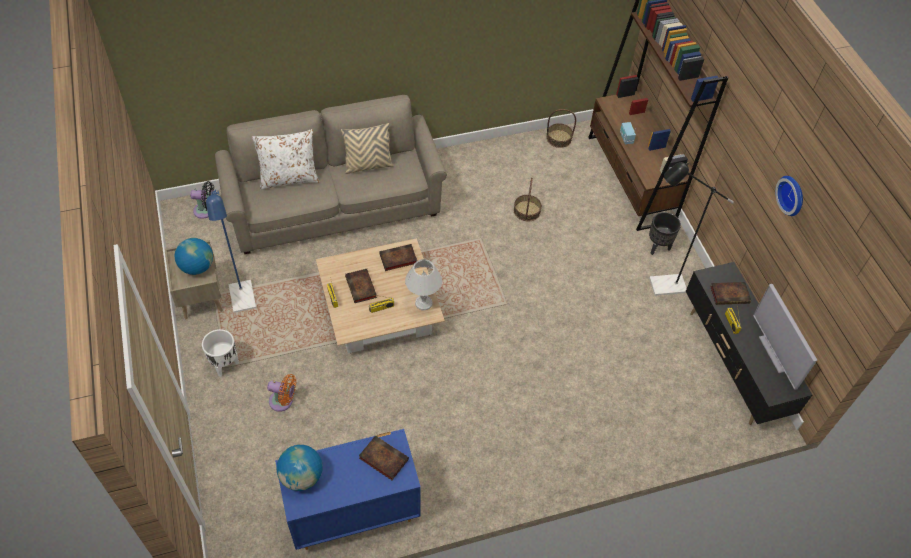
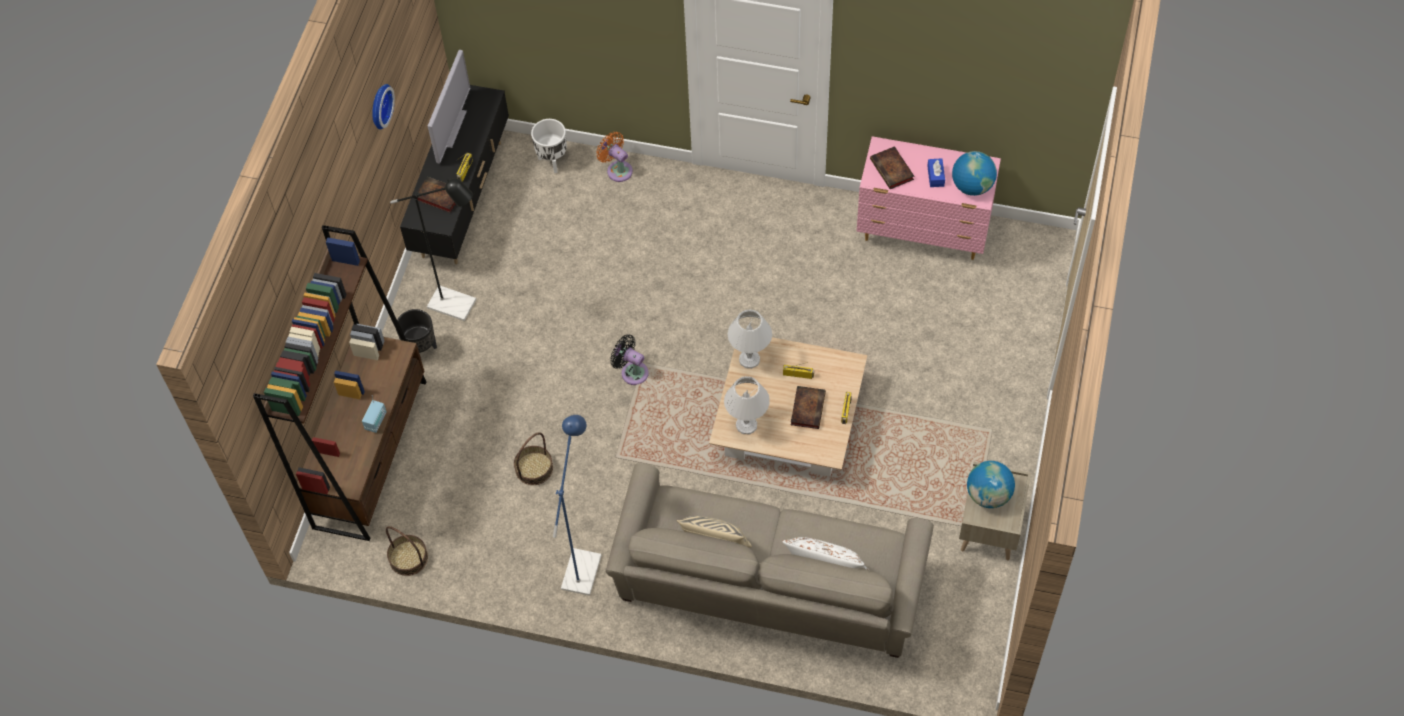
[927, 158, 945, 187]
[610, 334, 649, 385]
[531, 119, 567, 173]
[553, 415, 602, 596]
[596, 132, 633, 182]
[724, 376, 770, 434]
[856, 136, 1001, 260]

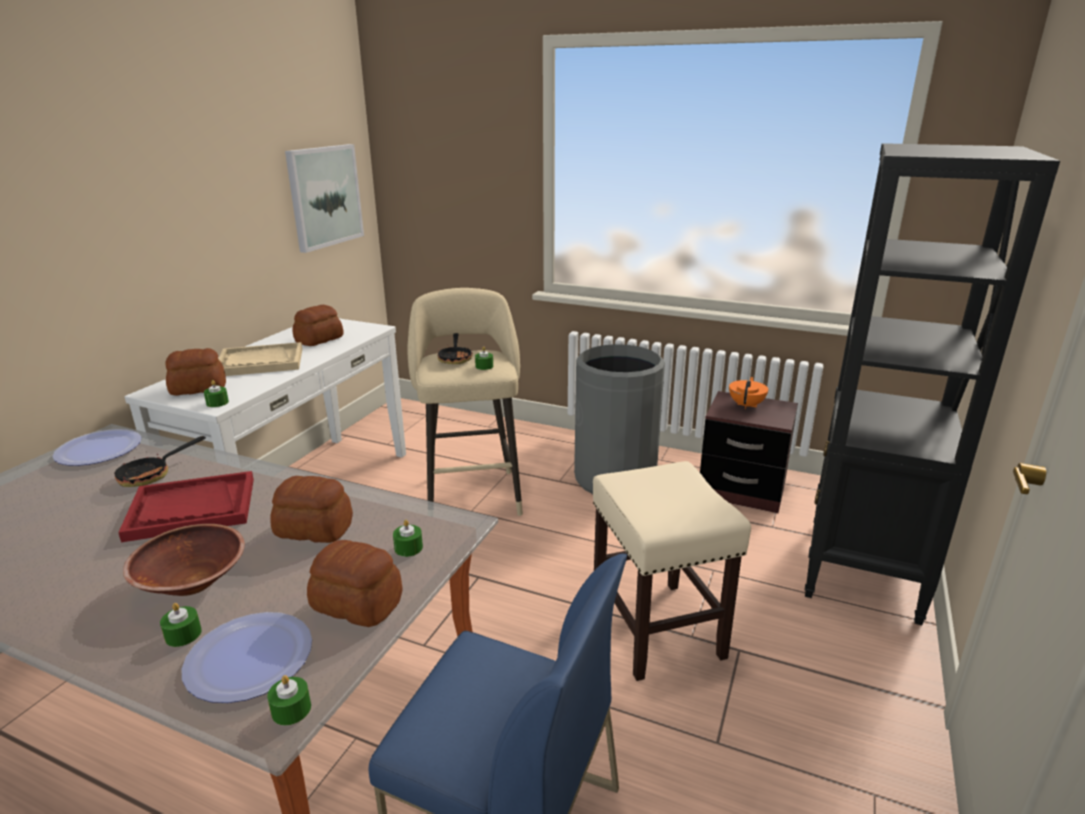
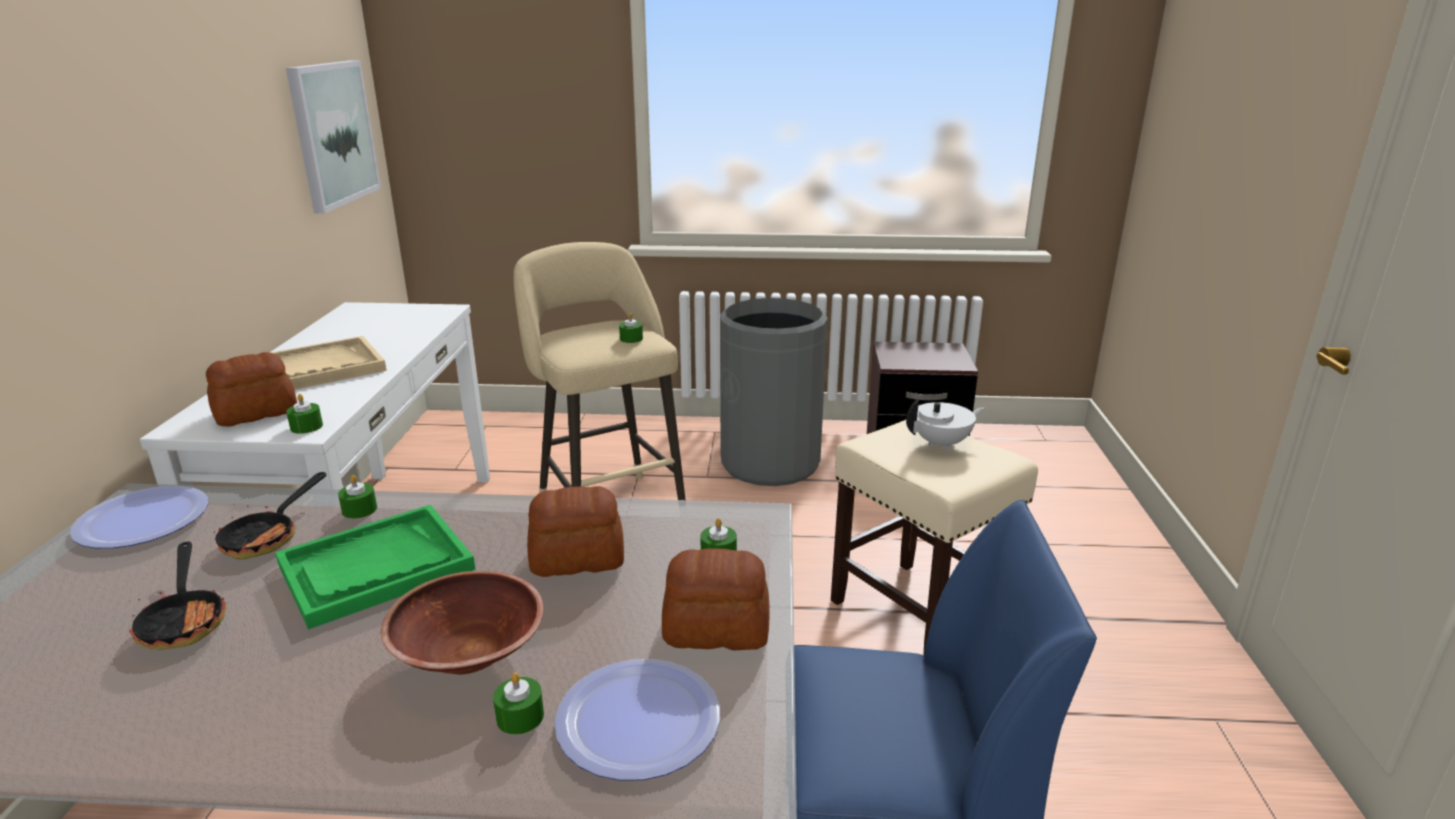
[292, 305, 344, 346] (first image)
[729, 377, 768, 409] (first image)
[805, 143, 1060, 625] (first image)
[906, 399, 984, 451]
[338, 475, 377, 519]
[129, 541, 226, 650]
[275, 505, 475, 629]

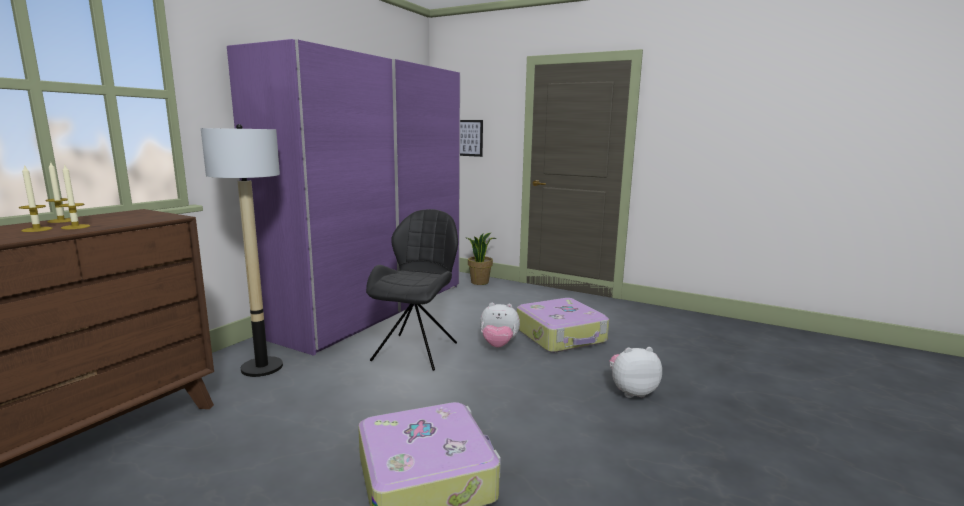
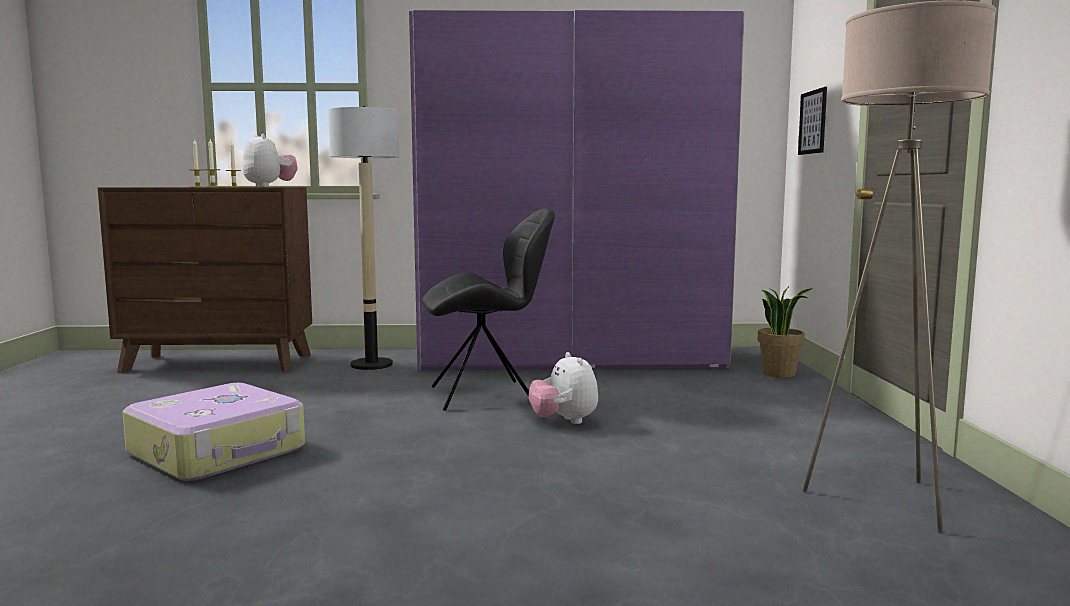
[517, 298, 609, 353] (first image)
[803, 0, 997, 533]
[243, 134, 298, 187]

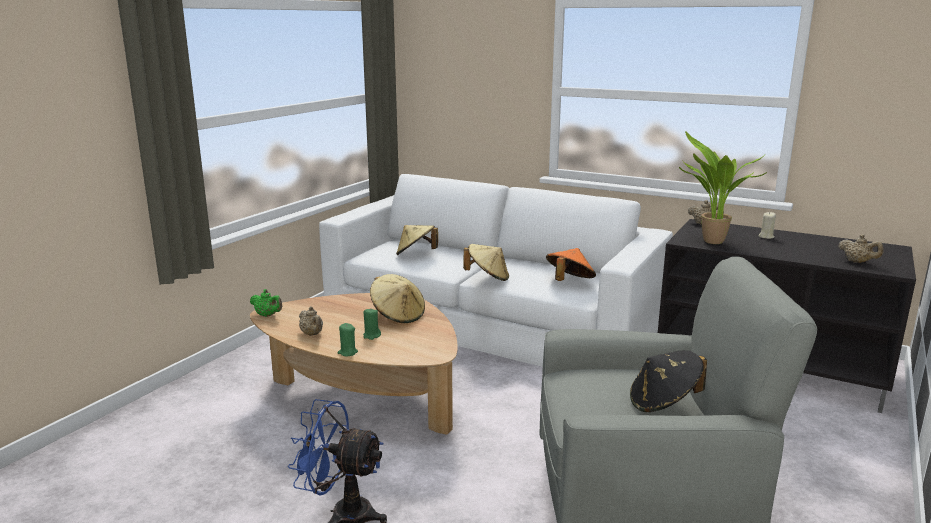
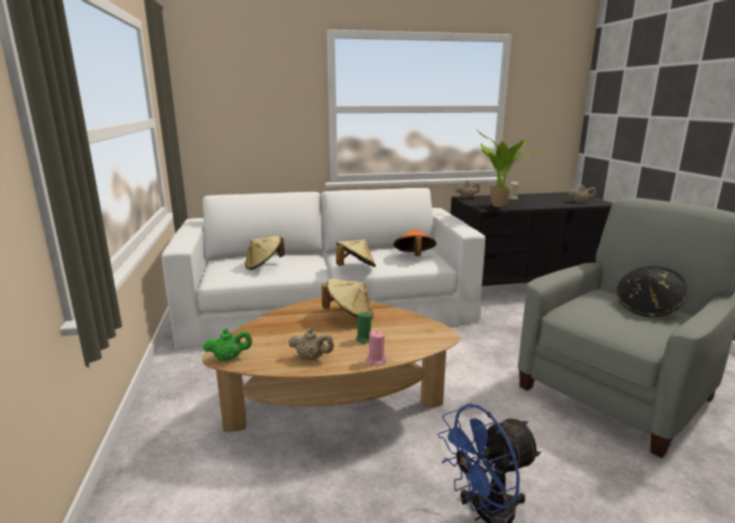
[366, 331, 387, 365]

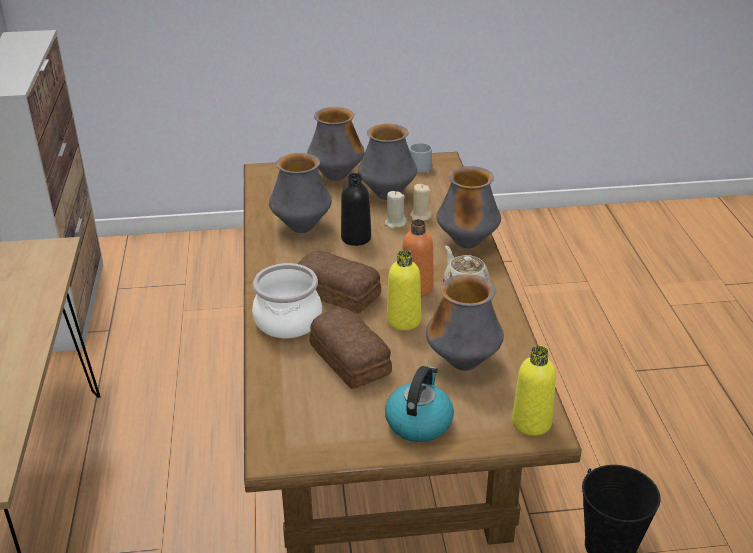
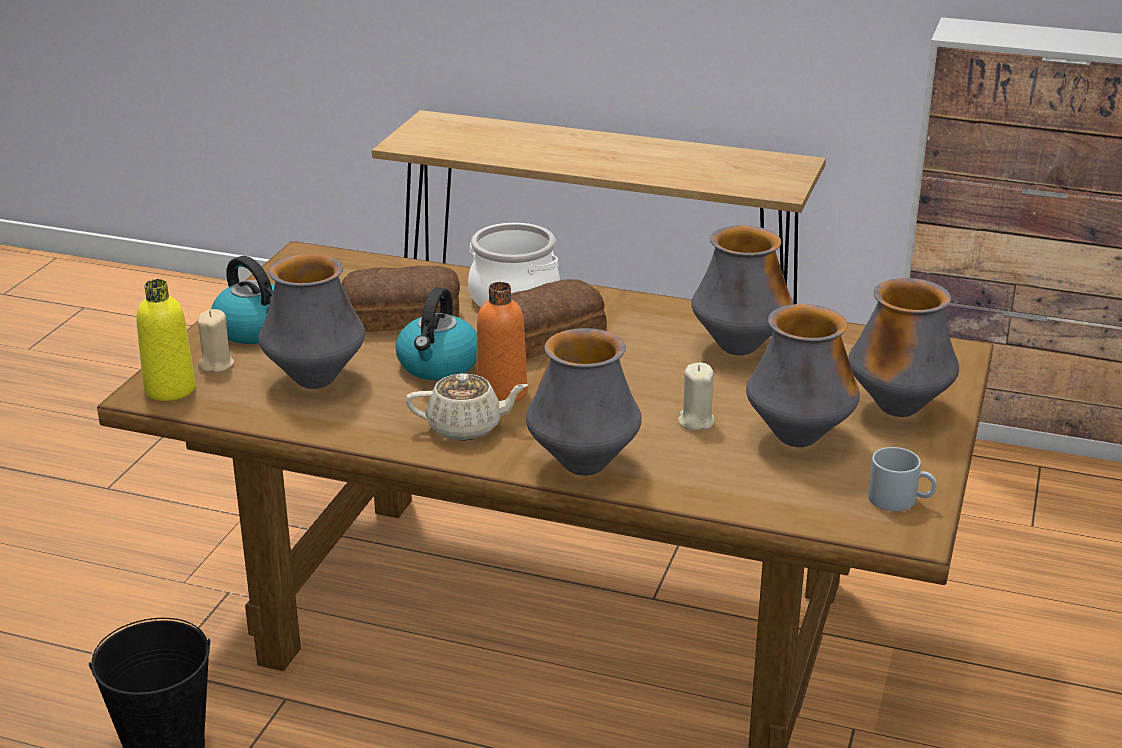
[341, 173, 371, 246] (first image)
[198, 309, 234, 373]
[395, 287, 477, 380]

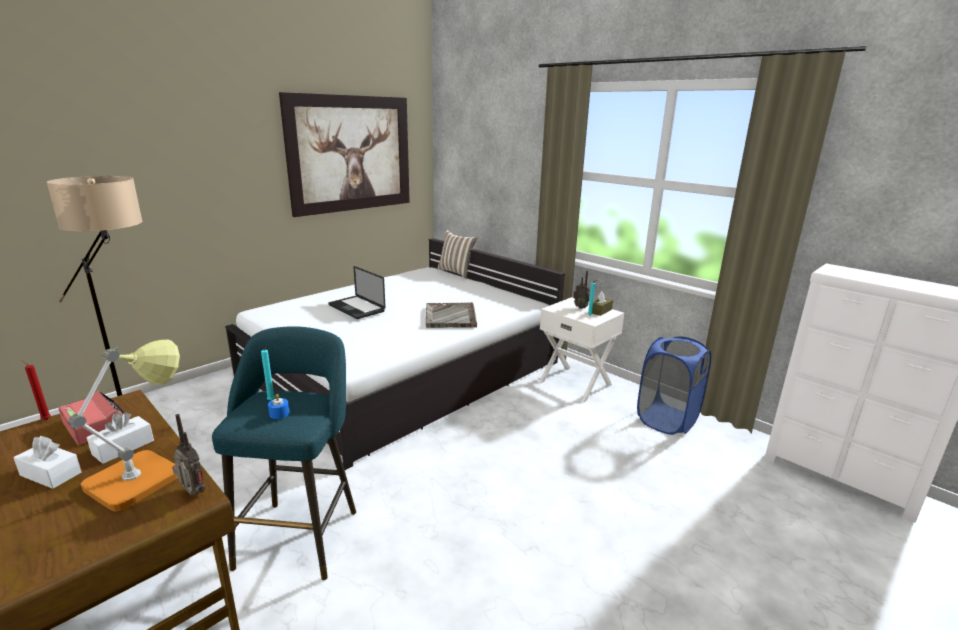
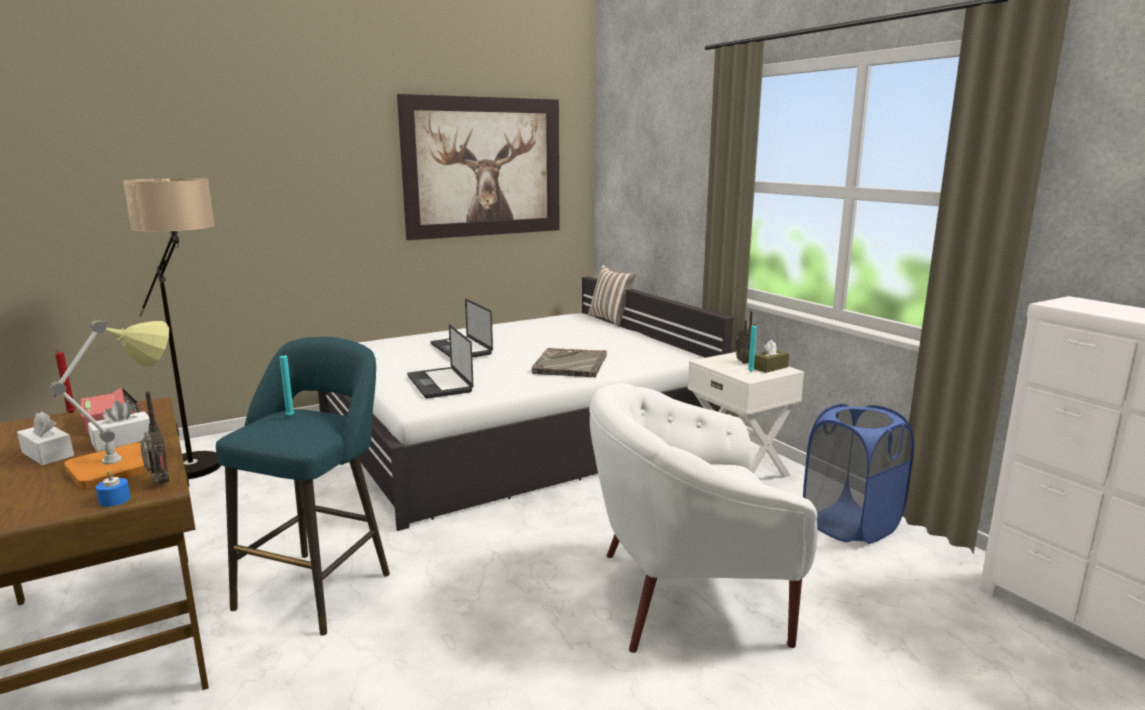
[407, 324, 473, 398]
[589, 383, 818, 653]
[96, 470, 131, 507]

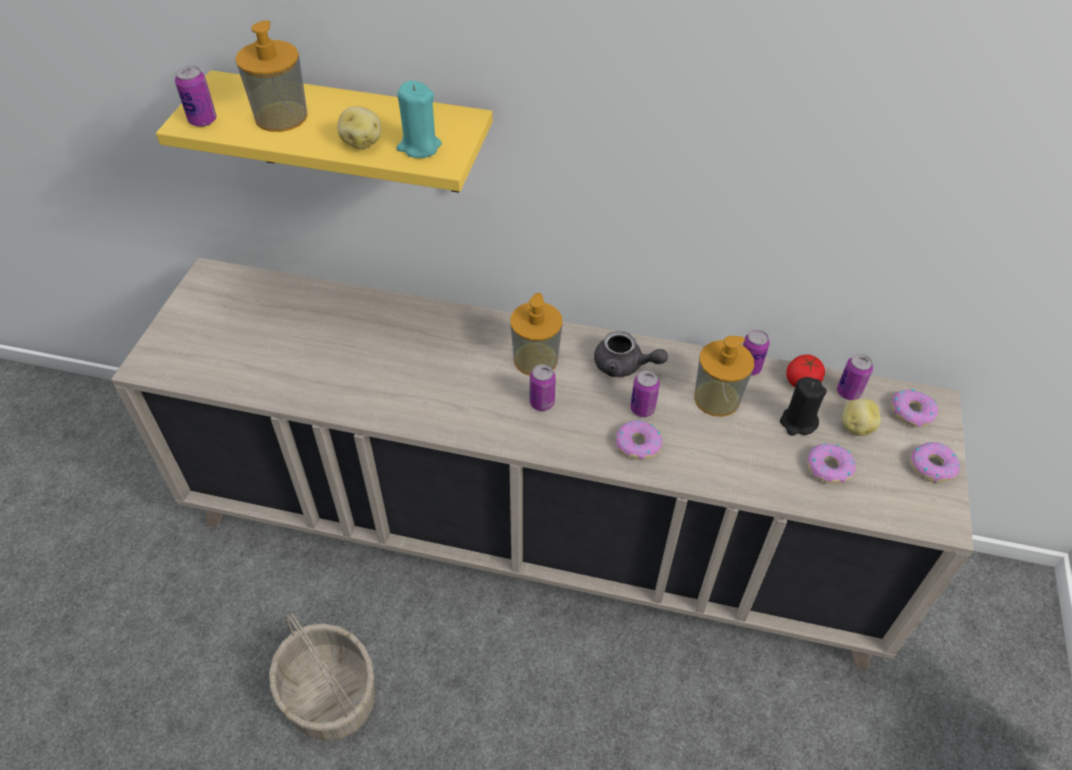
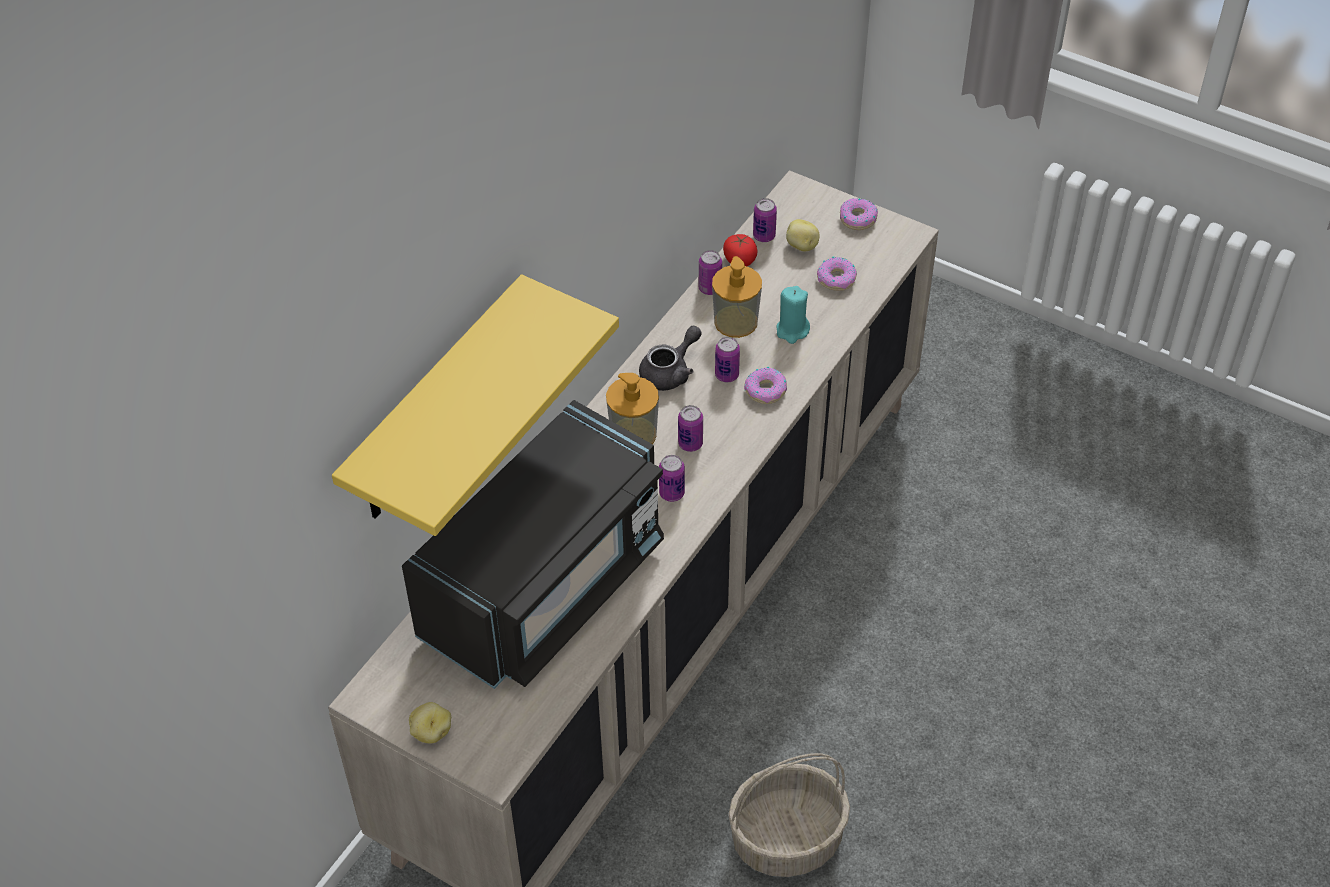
[235, 20, 308, 132] (first image)
[780, 377, 827, 436] (first image)
[891, 389, 938, 427] (first image)
[402, 400, 664, 689]
[659, 455, 685, 502]
[409, 702, 451, 743]
[776, 286, 810, 344]

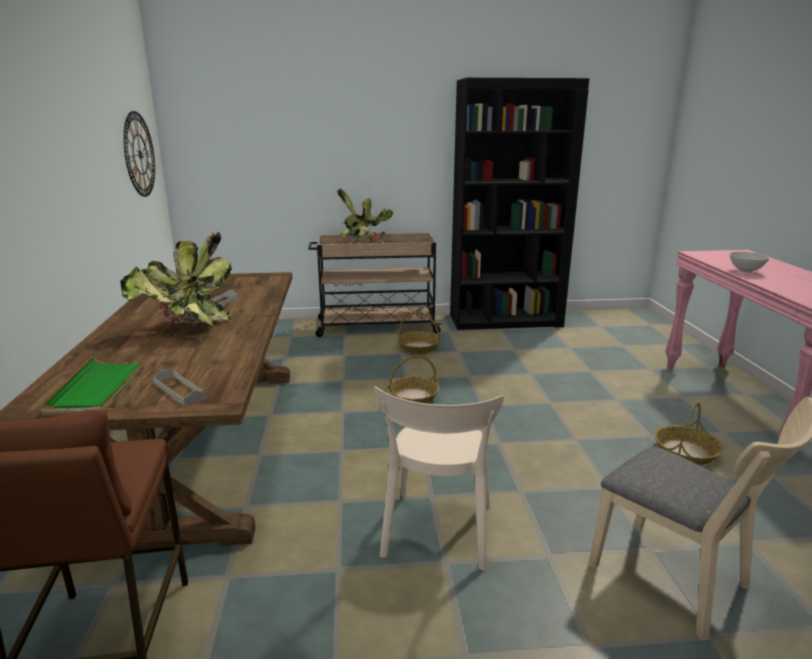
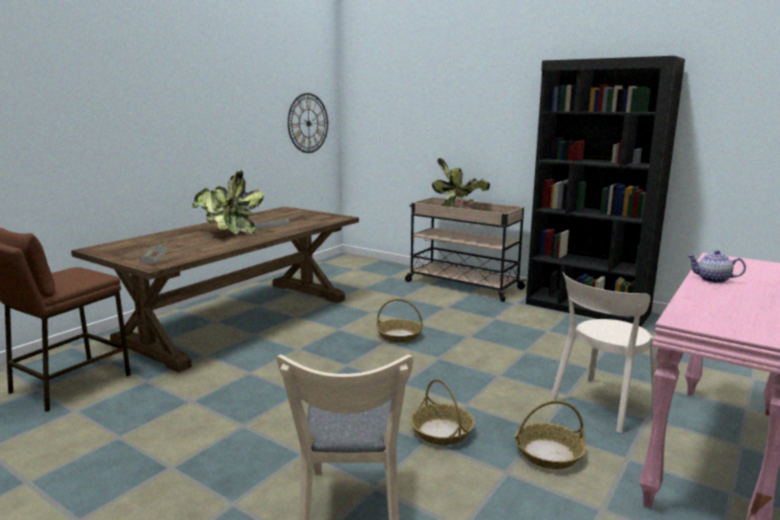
[40, 355, 151, 414] (first image)
[550, 272, 657, 433]
[410, 379, 475, 445]
[688, 250, 746, 283]

